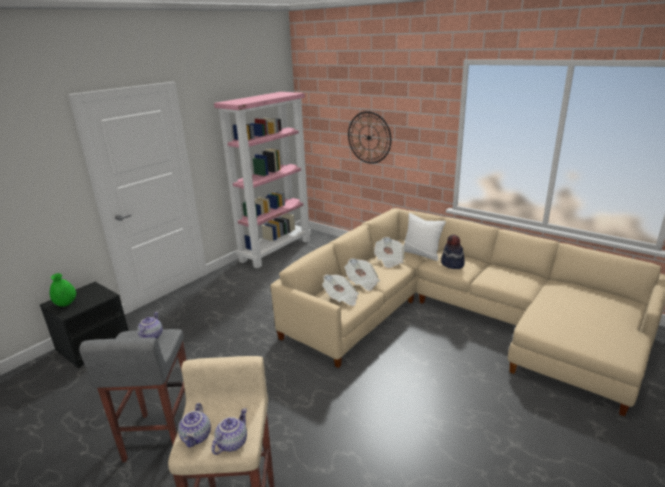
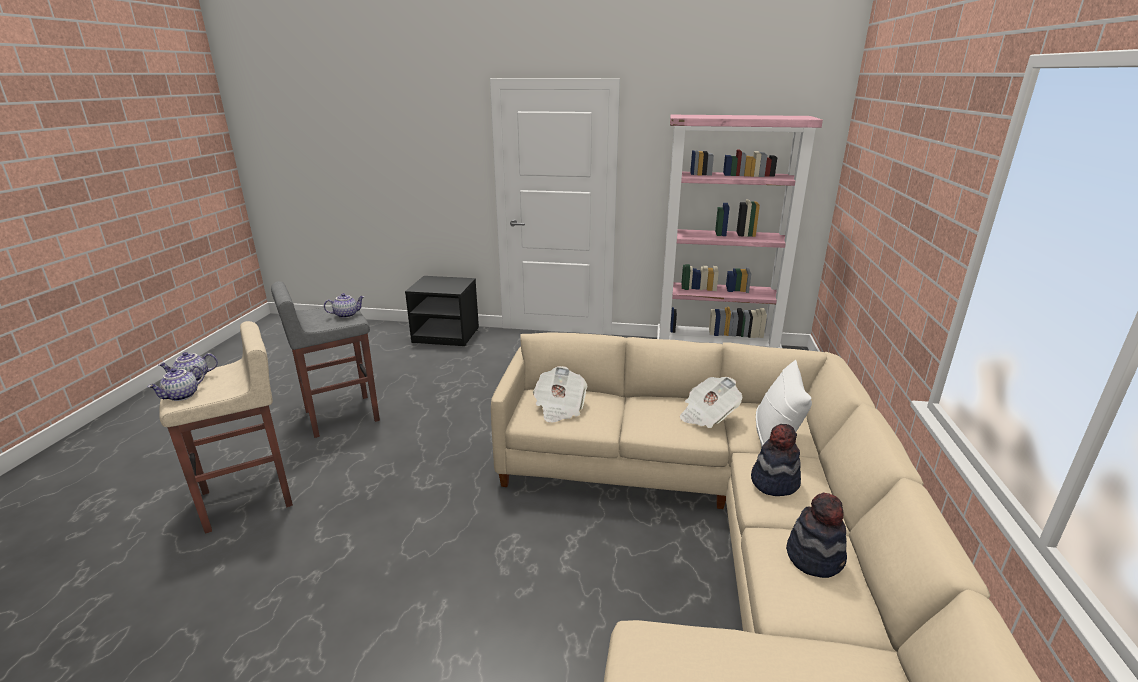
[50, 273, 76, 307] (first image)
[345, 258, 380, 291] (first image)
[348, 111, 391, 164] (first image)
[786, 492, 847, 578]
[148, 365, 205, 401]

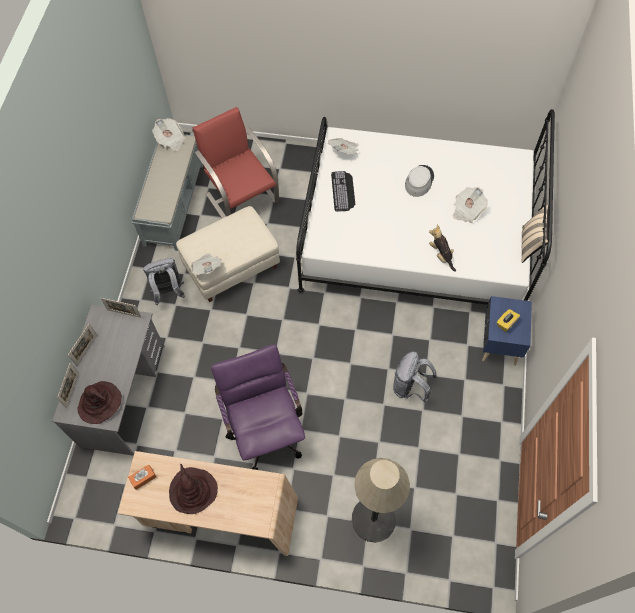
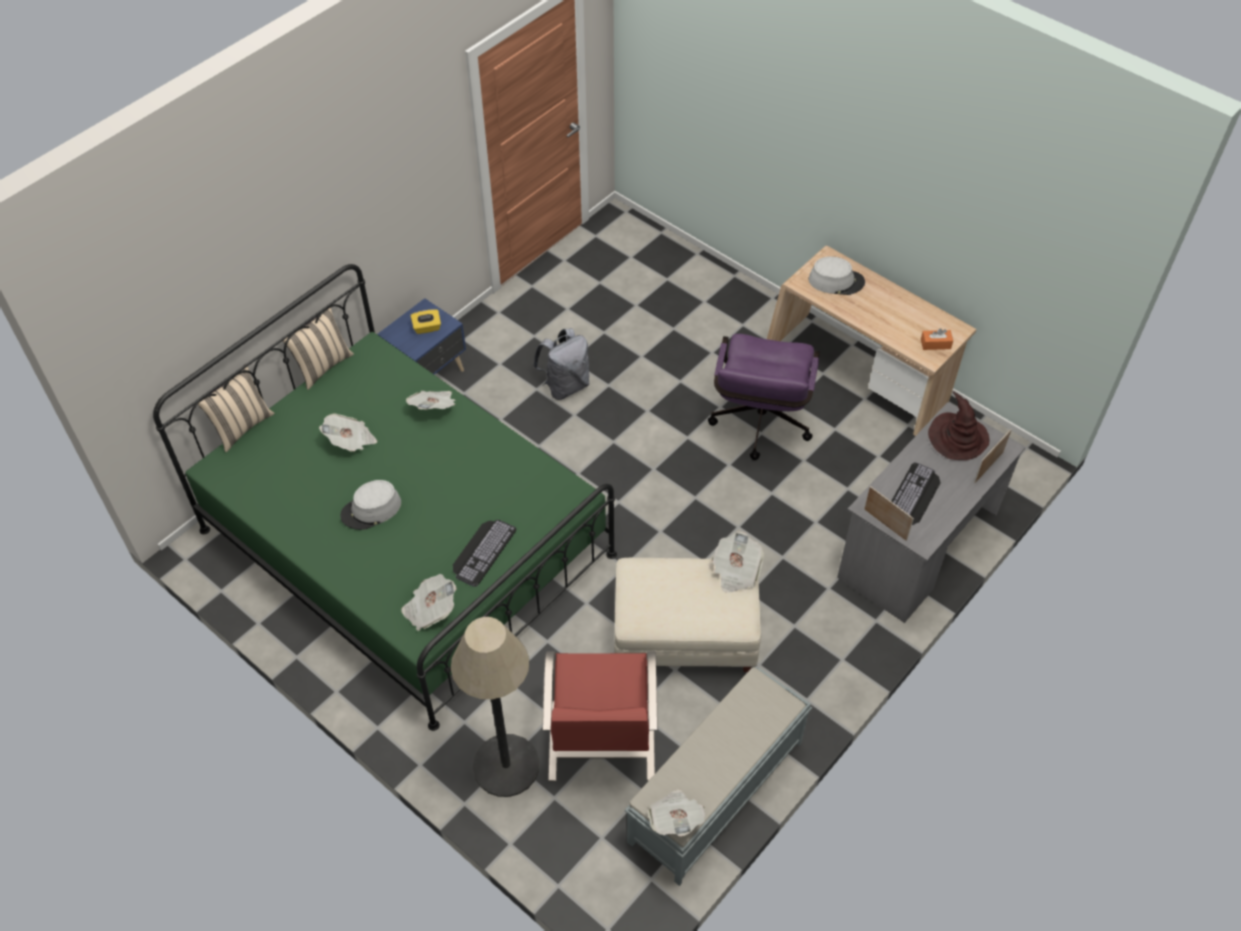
[68, 323, 97, 366] (first image)
[143, 258, 185, 305] (first image)
[169, 464, 218, 514] (first image)
[198, 364, 275, 452]
[809, 256, 865, 295]
[891, 462, 941, 525]
[451, 617, 540, 797]
[406, 391, 455, 409]
[153, 264, 617, 731]

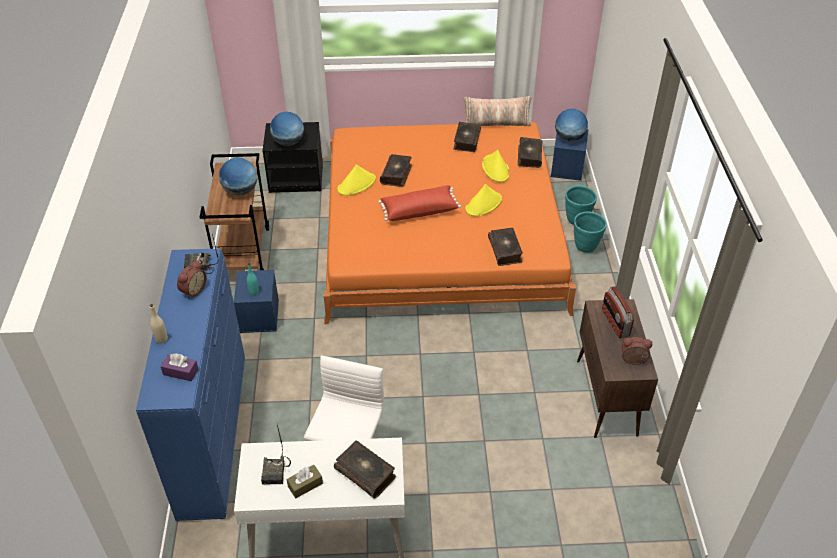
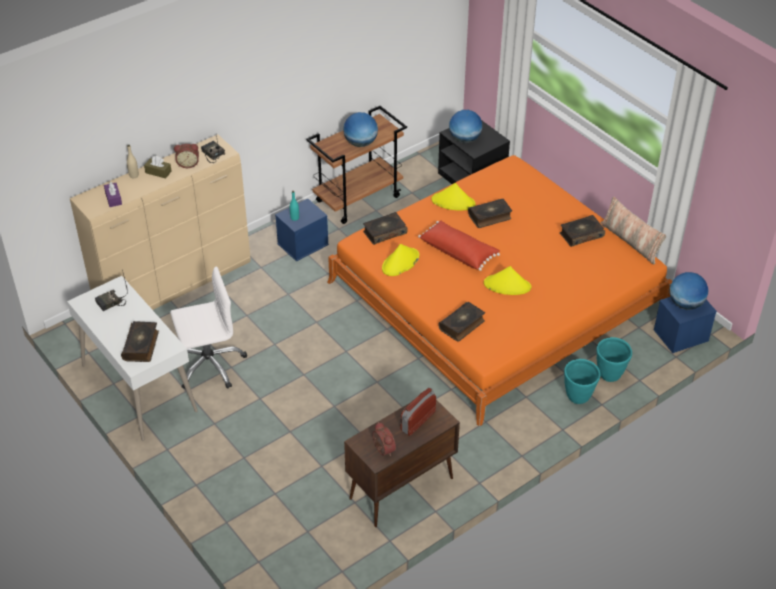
[144, 156, 172, 179]
[382, 244, 419, 276]
[363, 212, 408, 245]
[70, 134, 250, 310]

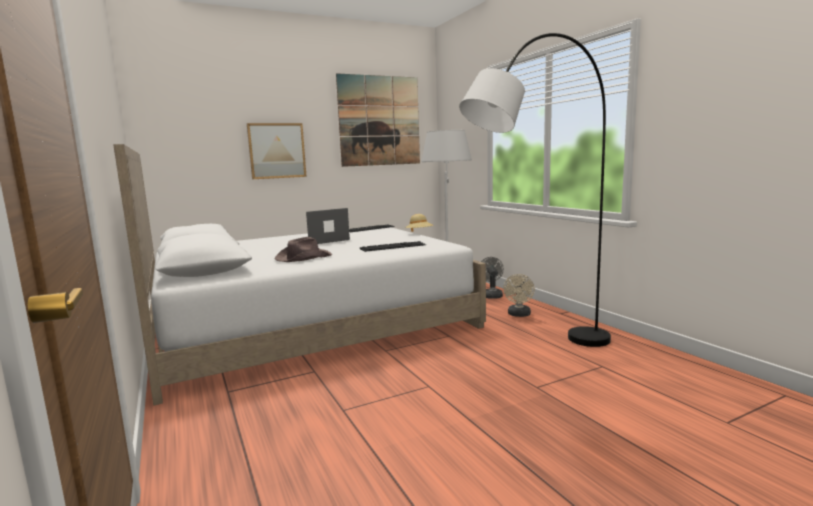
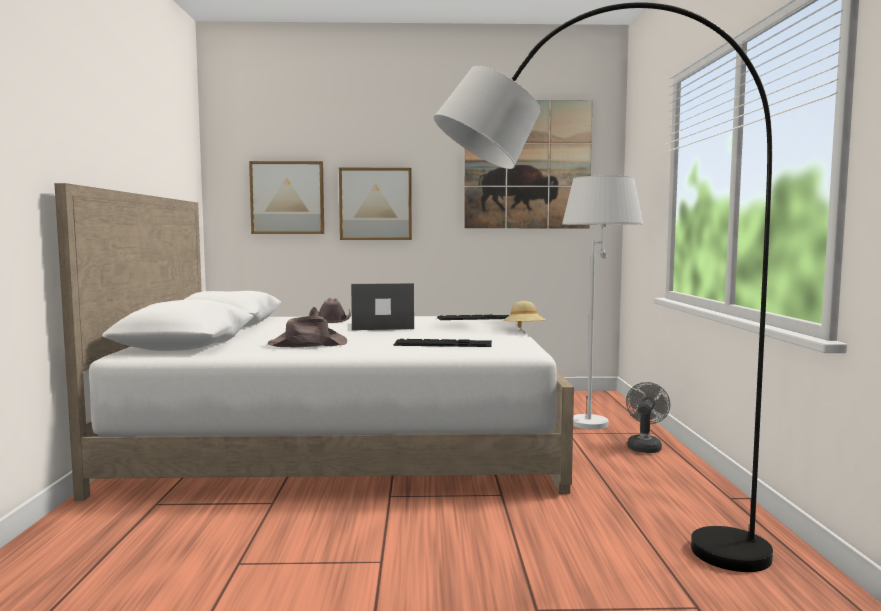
[503, 274, 535, 317] (first image)
[249, 161, 324, 234]
[309, 297, 351, 323]

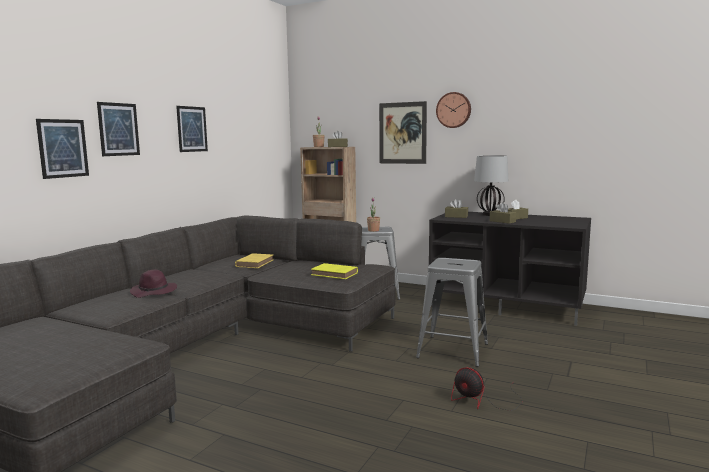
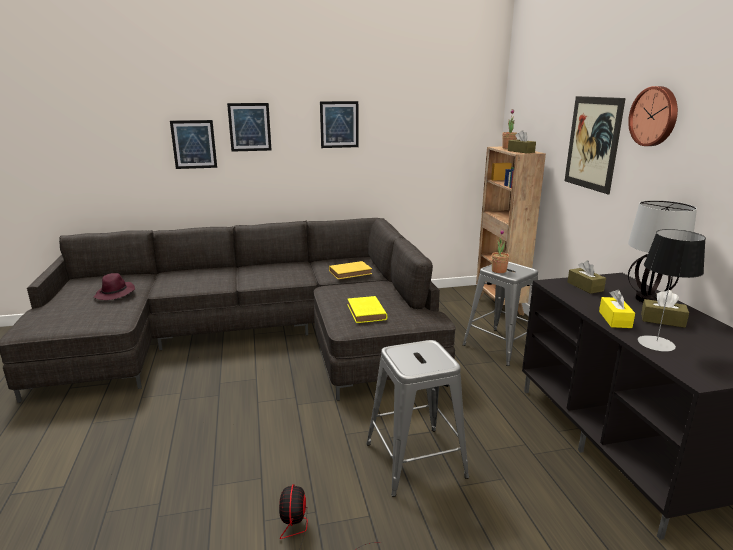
[637, 229, 706, 352]
[94, 273, 135, 300]
[599, 289, 635, 328]

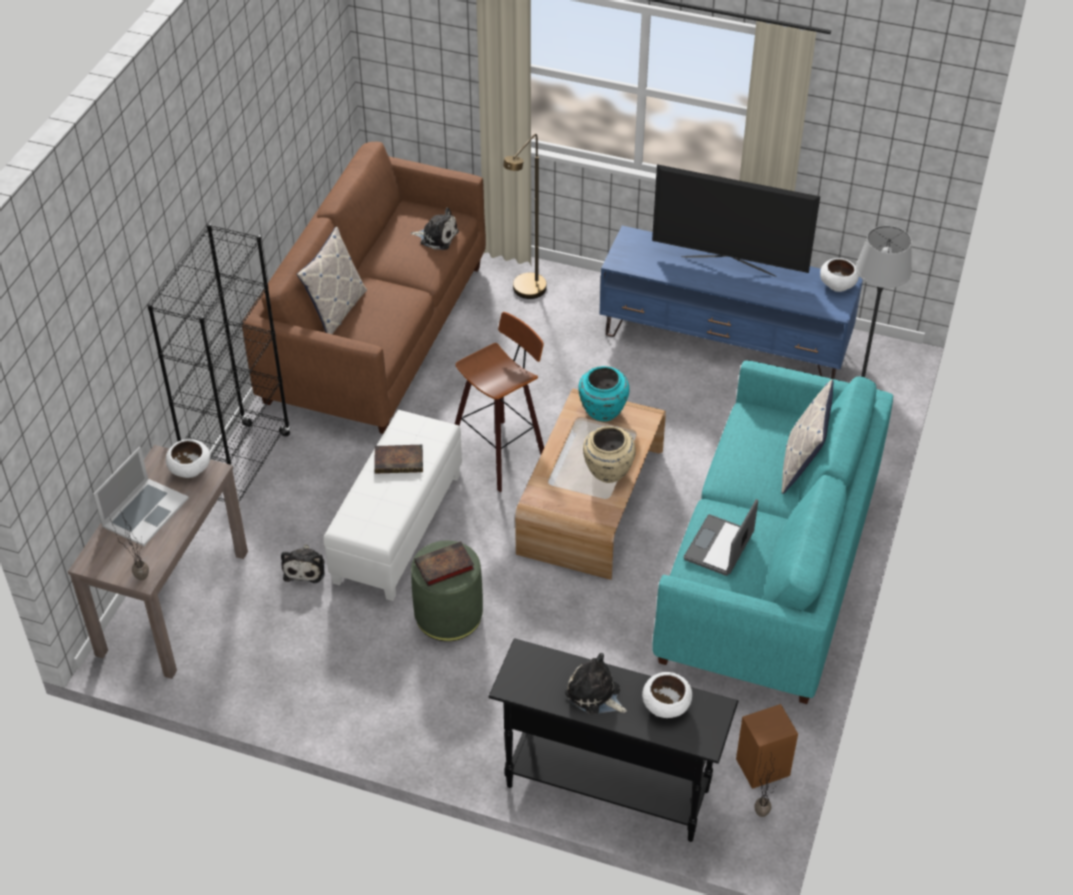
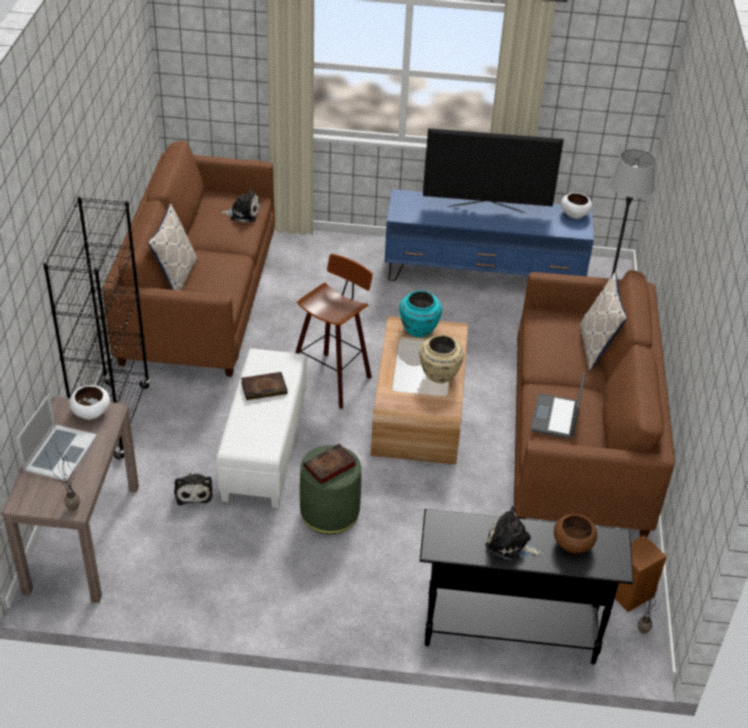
[503, 134, 547, 299] (first image)
[554, 514, 597, 553]
[514, 270, 675, 537]

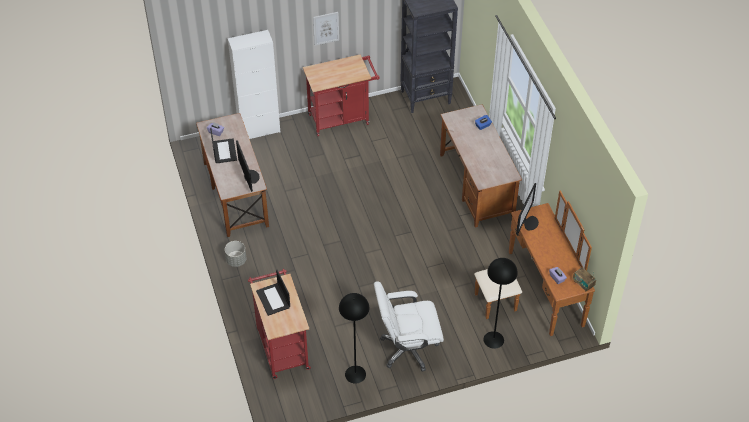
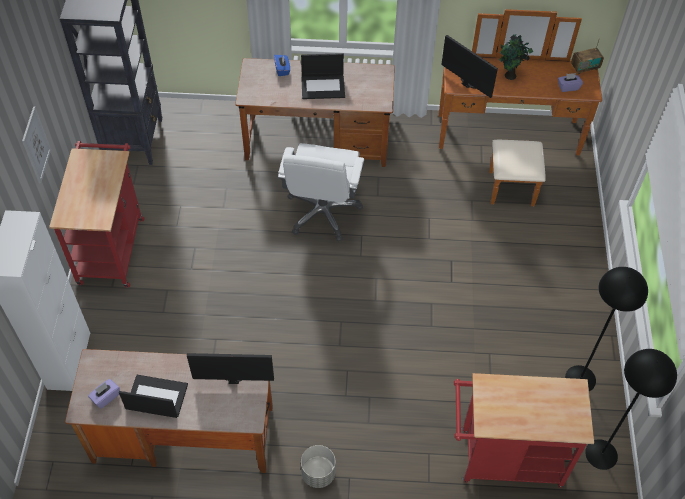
[499, 34, 533, 80]
[301, 53, 345, 99]
[278, 143, 364, 241]
[585, 349, 677, 470]

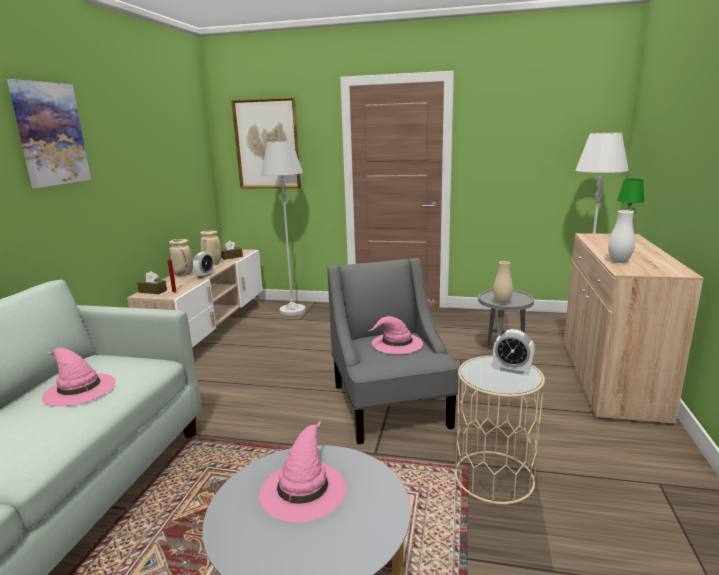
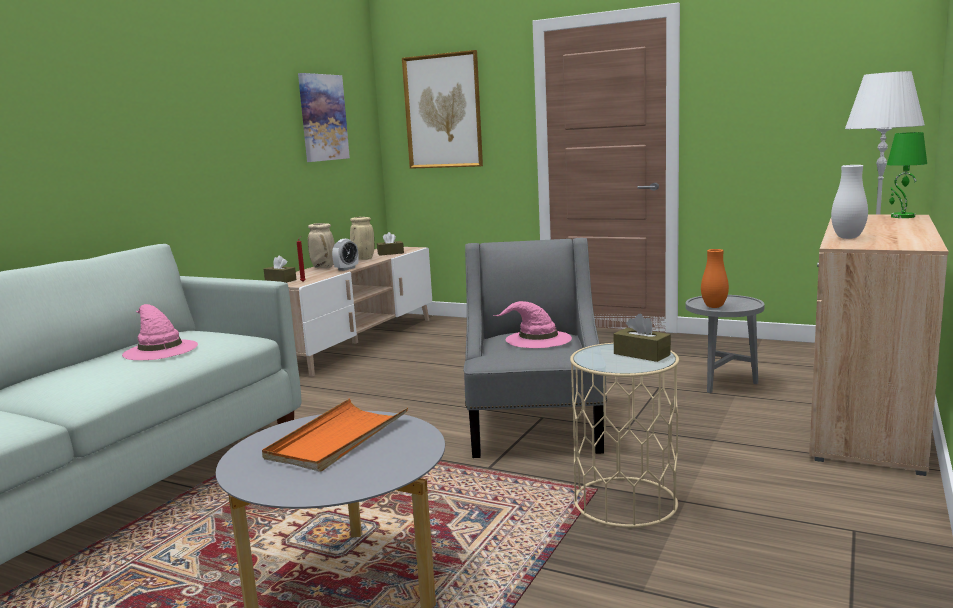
[261, 141, 306, 315] (first image)
[298, 73, 350, 162]
[262, 399, 408, 472]
[614, 314, 671, 362]
[701, 249, 729, 308]

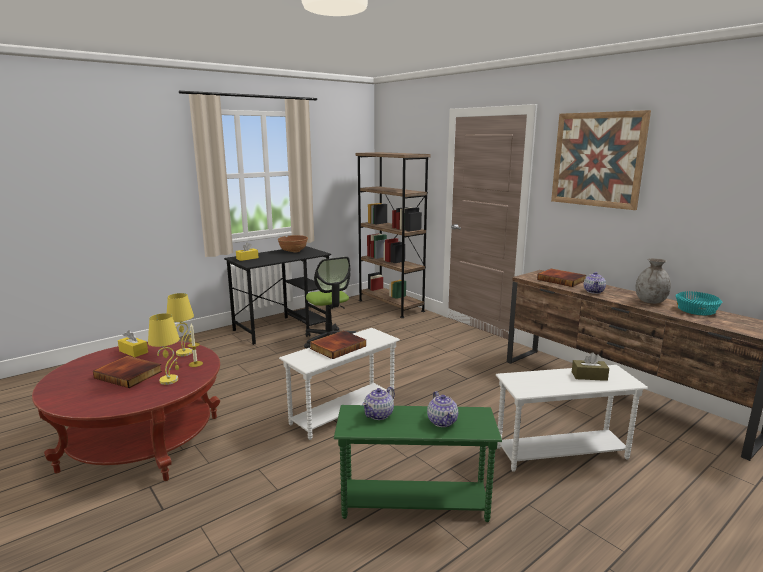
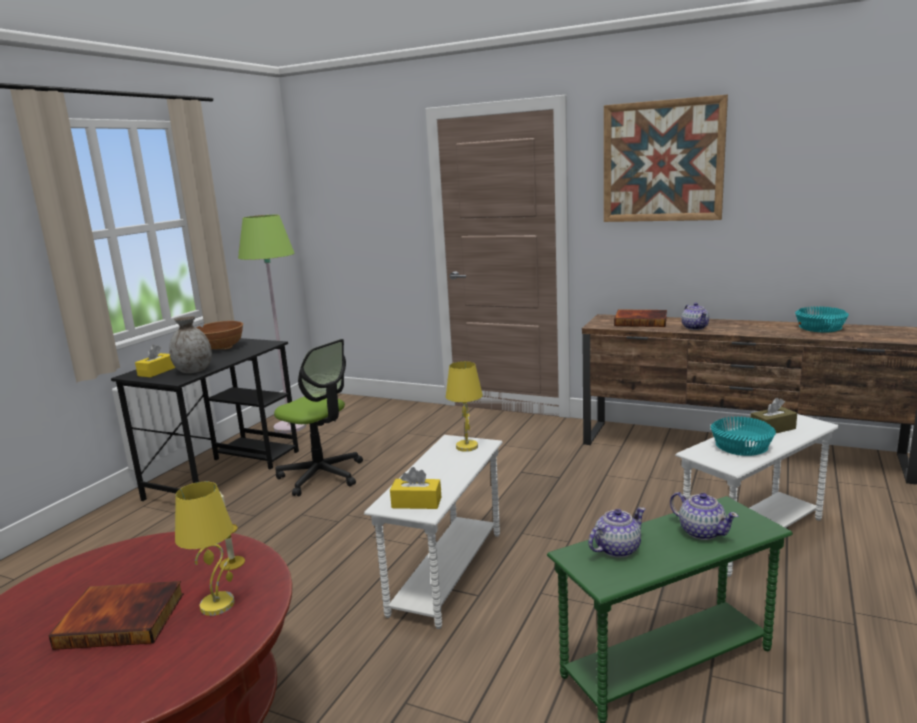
[310, 331, 366, 359] (first image)
[356, 152, 430, 318] (first image)
[238, 215, 306, 433]
[711, 416, 776, 456]
[390, 467, 441, 509]
[446, 361, 483, 452]
[169, 316, 212, 373]
[588, 507, 645, 558]

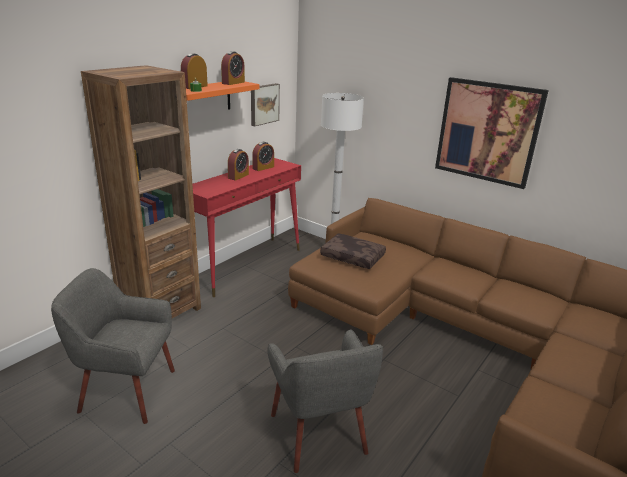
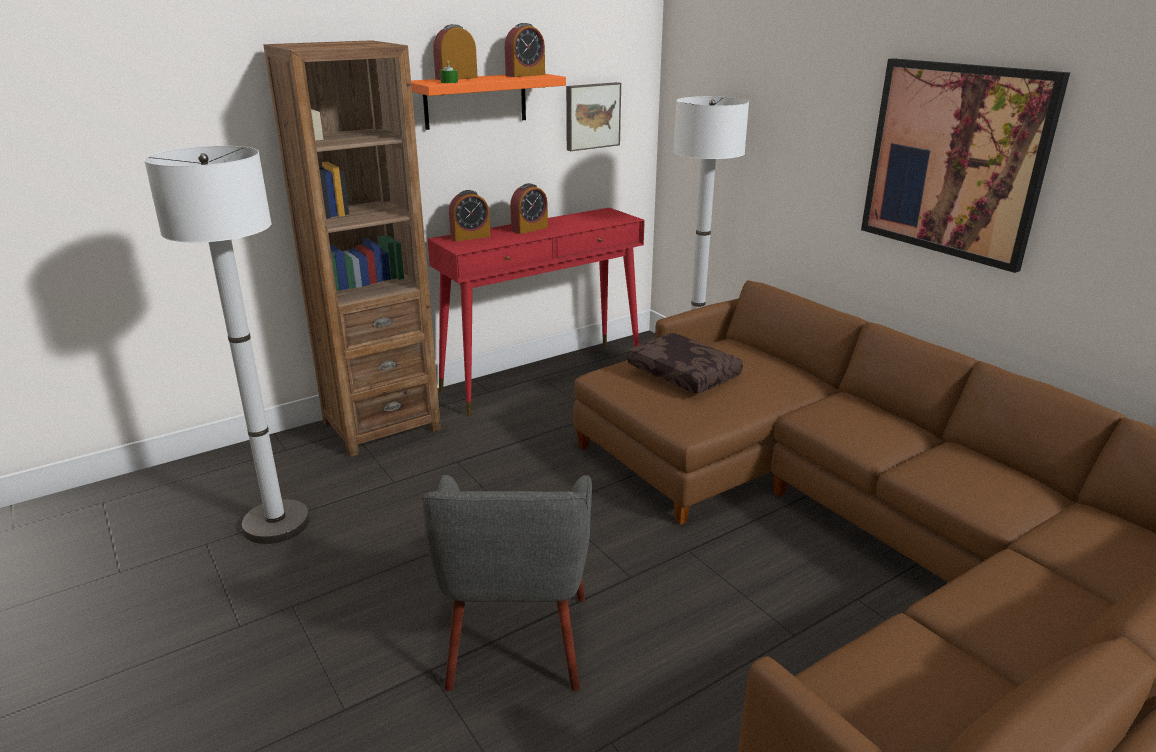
[449, 190, 490, 241]
[144, 146, 310, 544]

